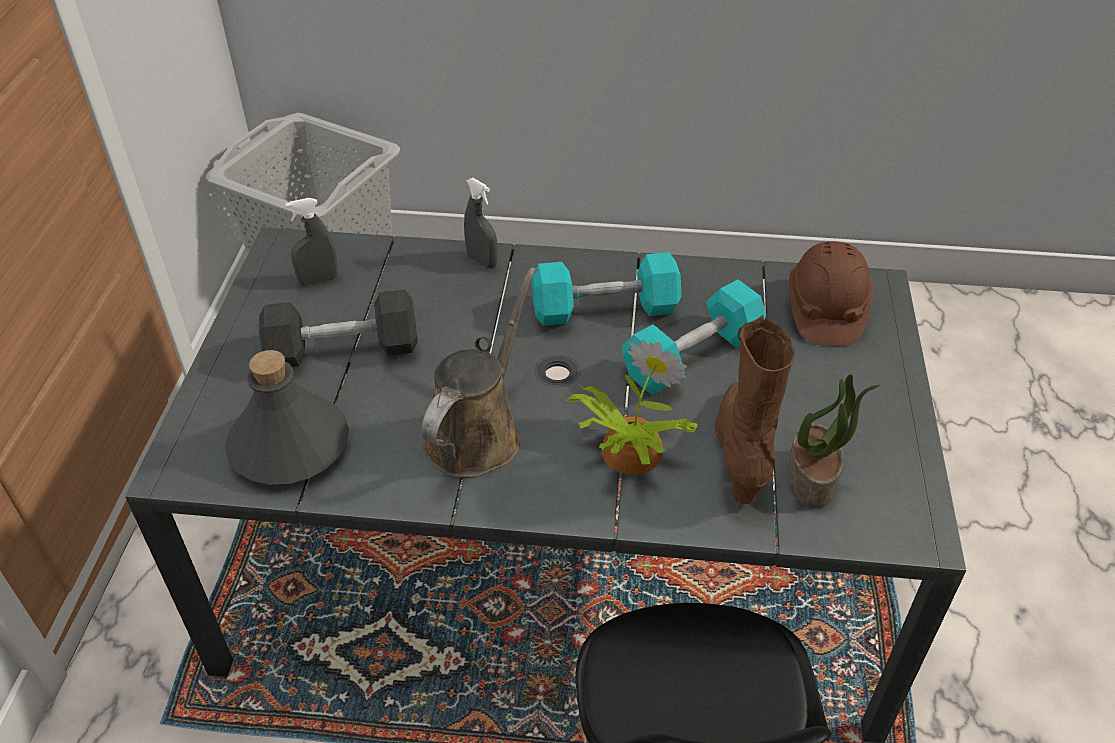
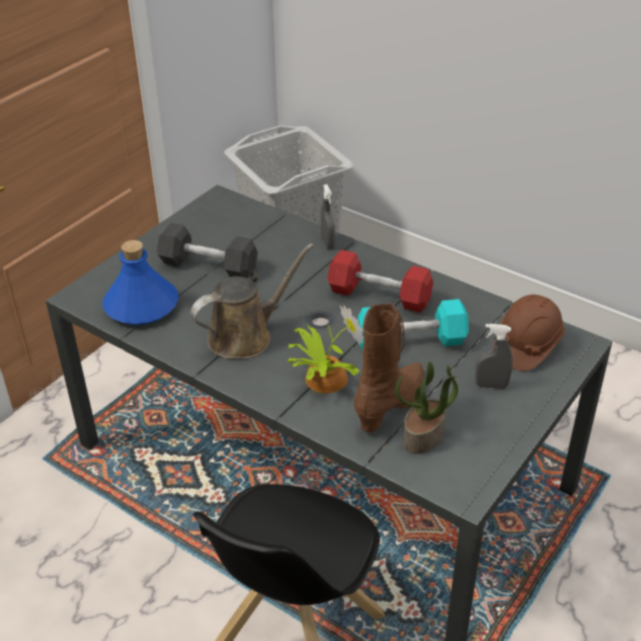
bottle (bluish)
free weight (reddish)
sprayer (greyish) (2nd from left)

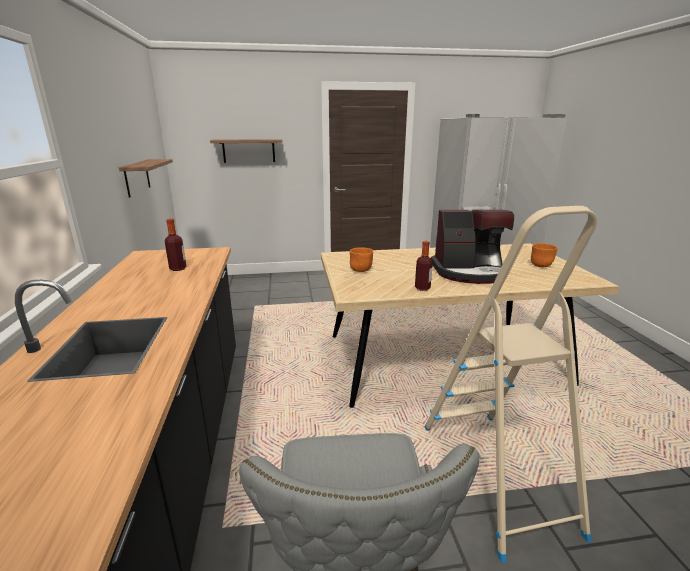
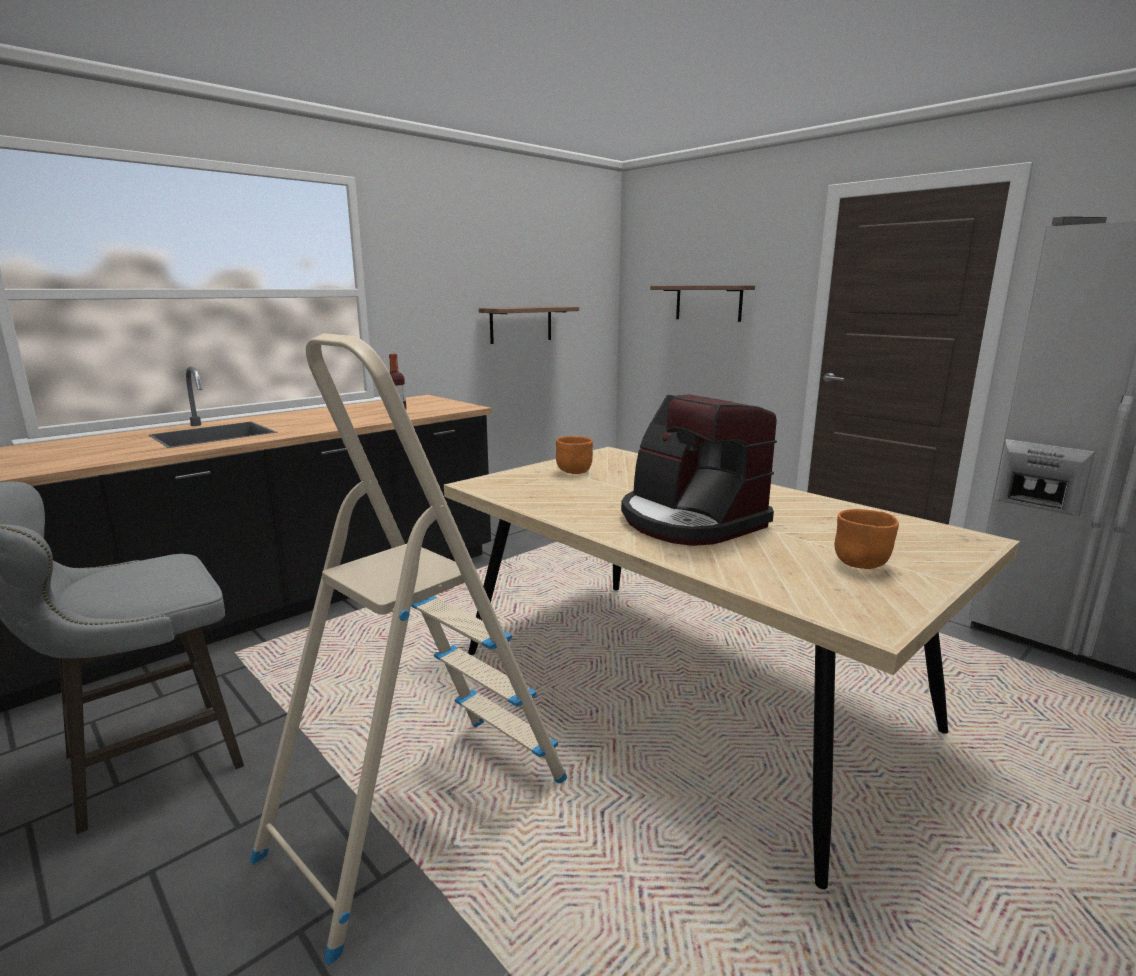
bottle (2nd from left in the first image)

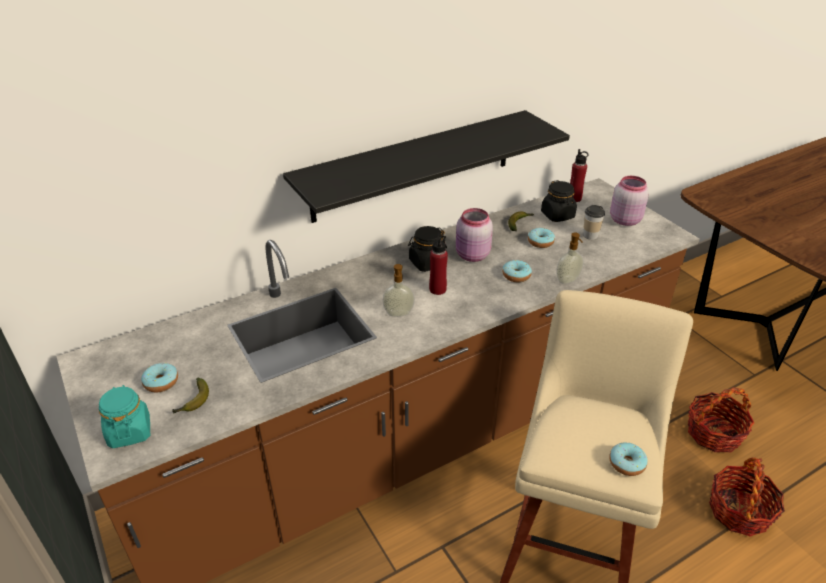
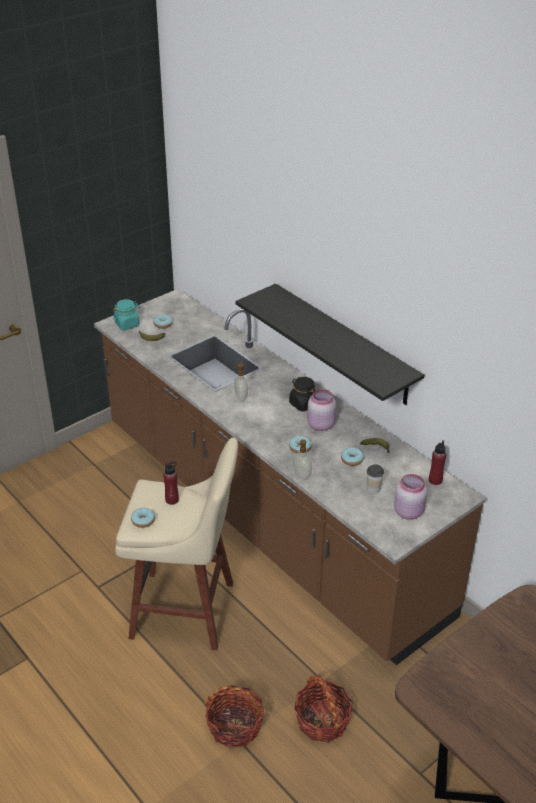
bottle (reddish) (1st from left)
storage jar (black-coloured) (2nd from left in the first image)

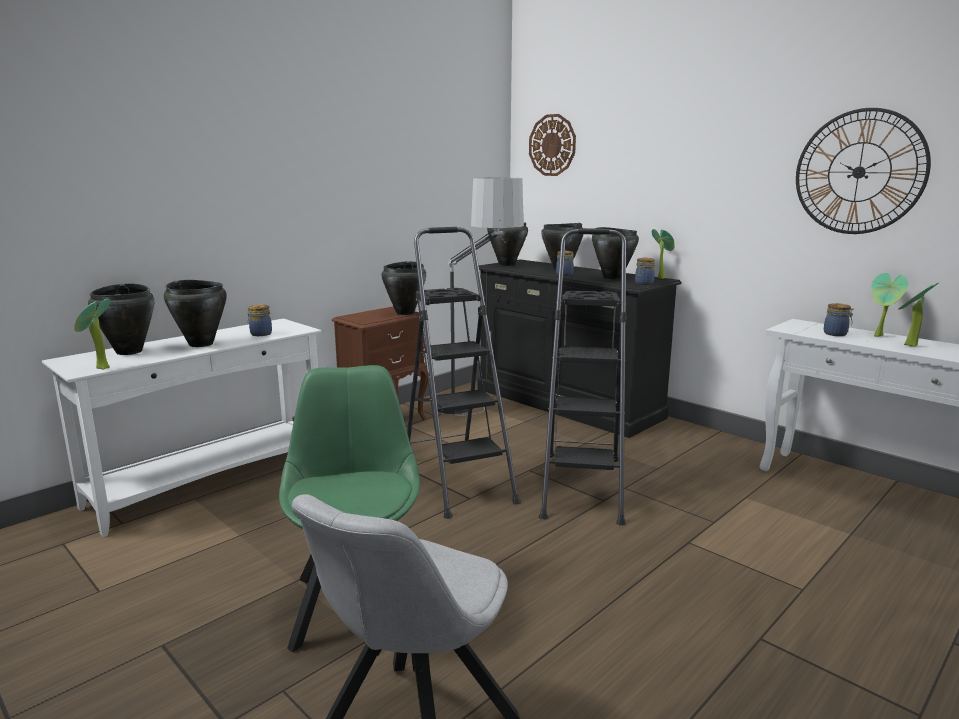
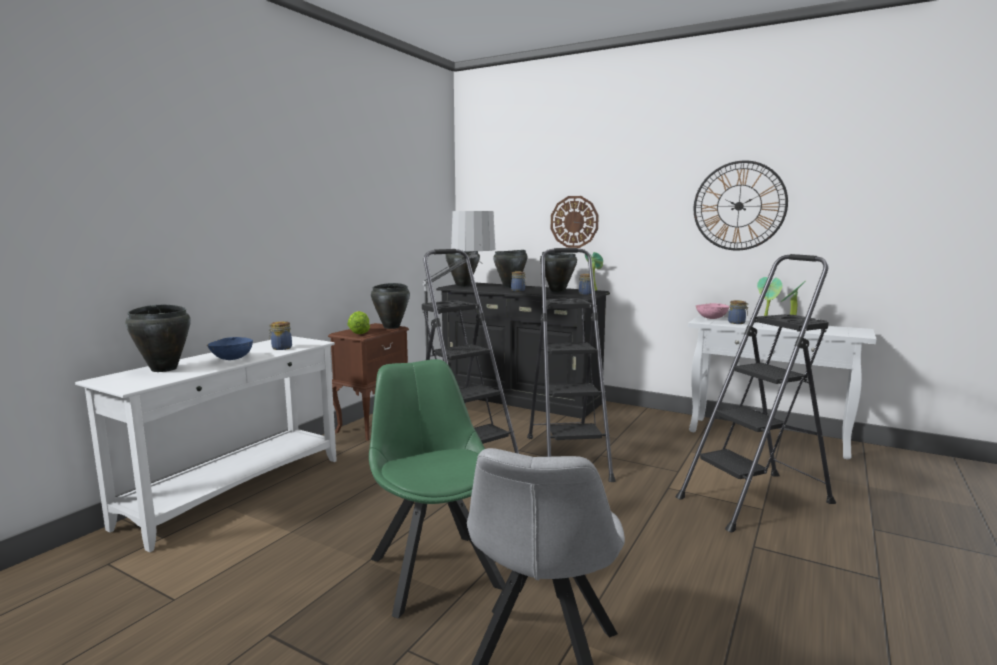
bowl (bluish)
head of lettuce
hanging clock (1st from left)
stepladder (3rd from left)
bowl (pinkish)
potted plant (1st from left in the first image)

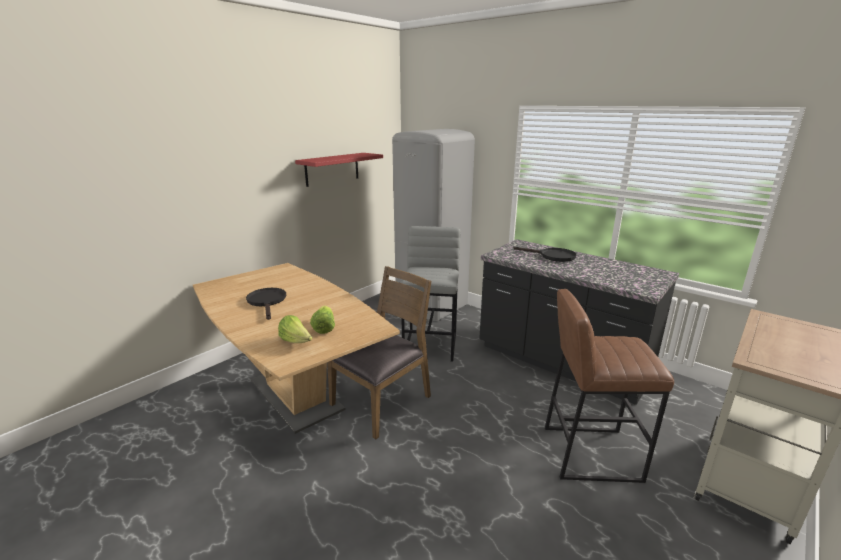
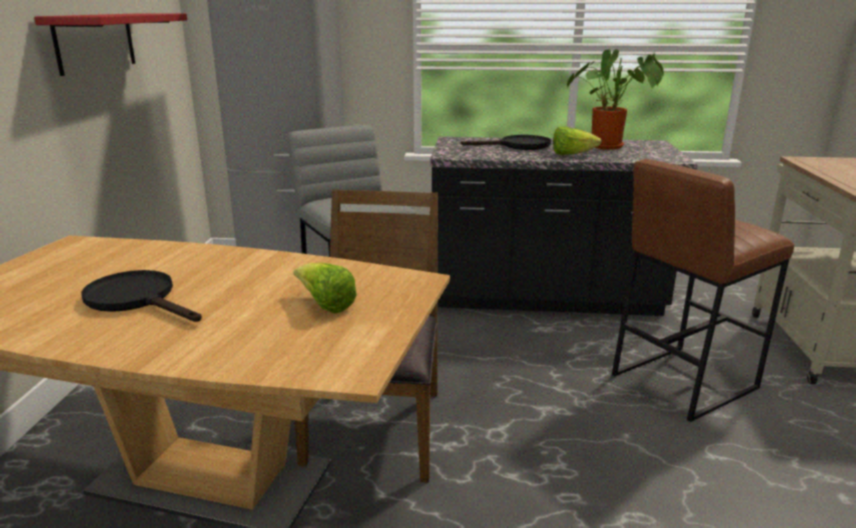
head of lettuce (2nd from left)
potted plant

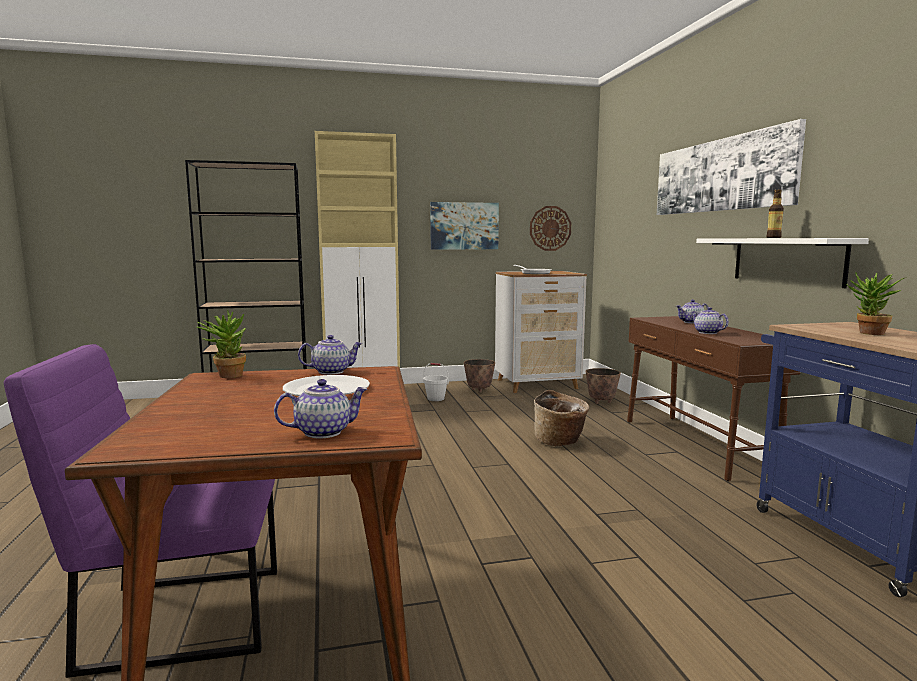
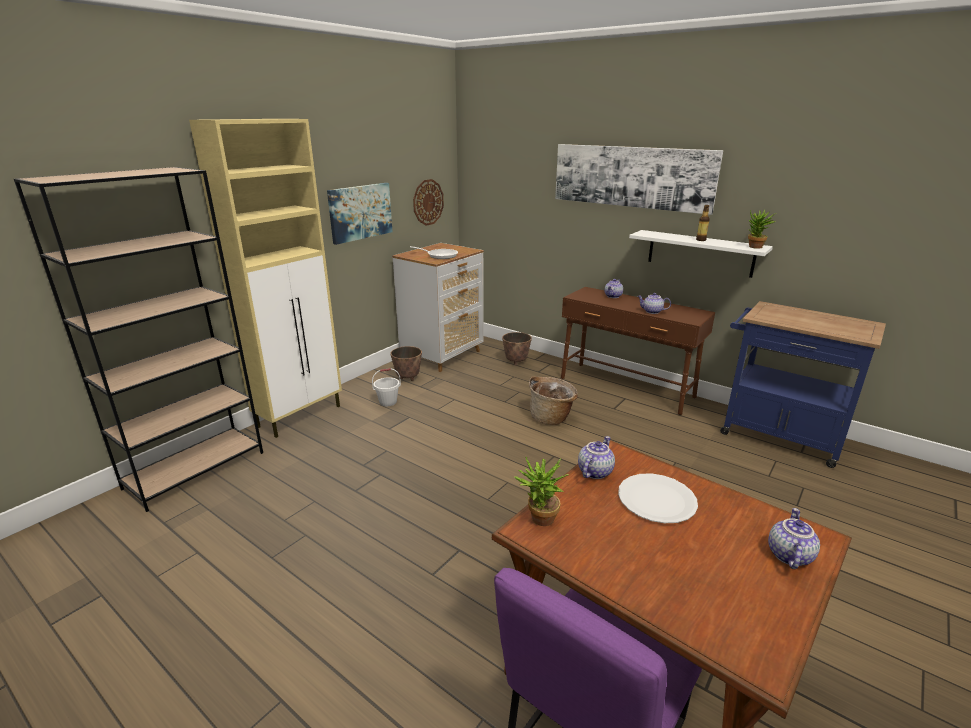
potted plant (2nd from left)

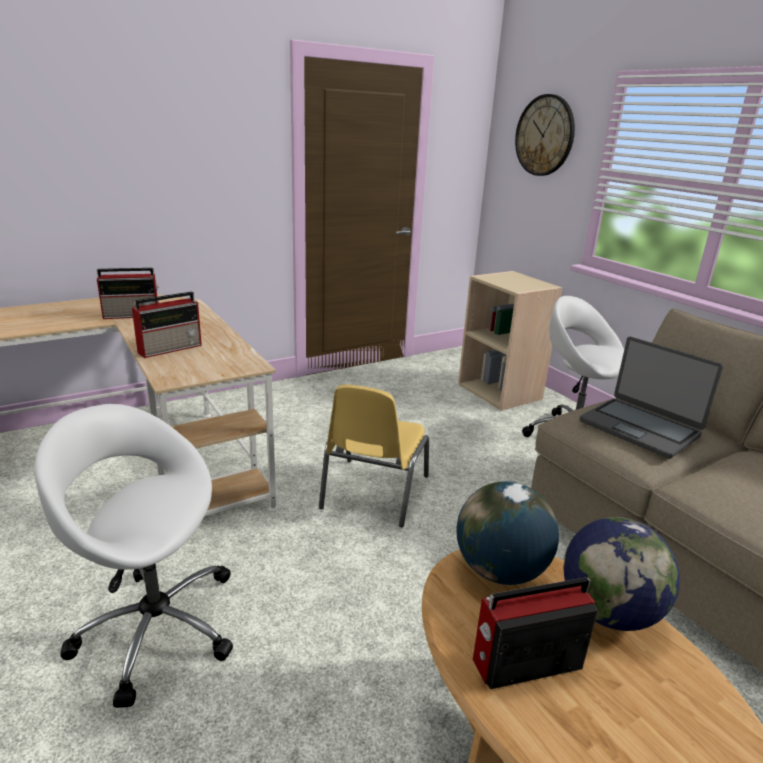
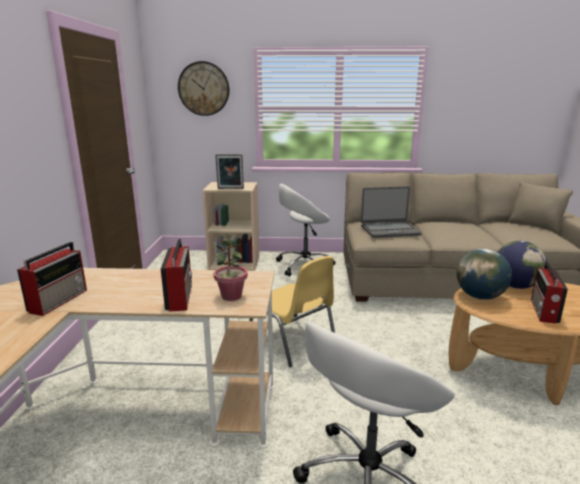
potted plant
standing frame

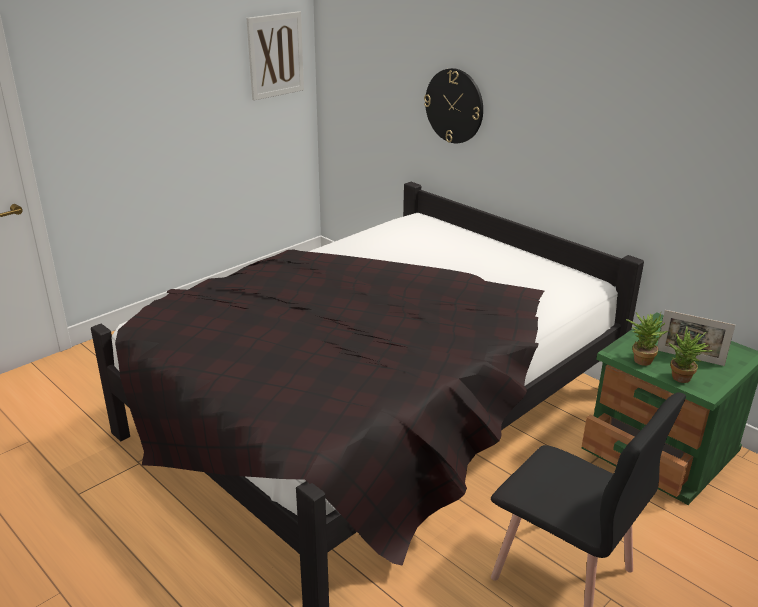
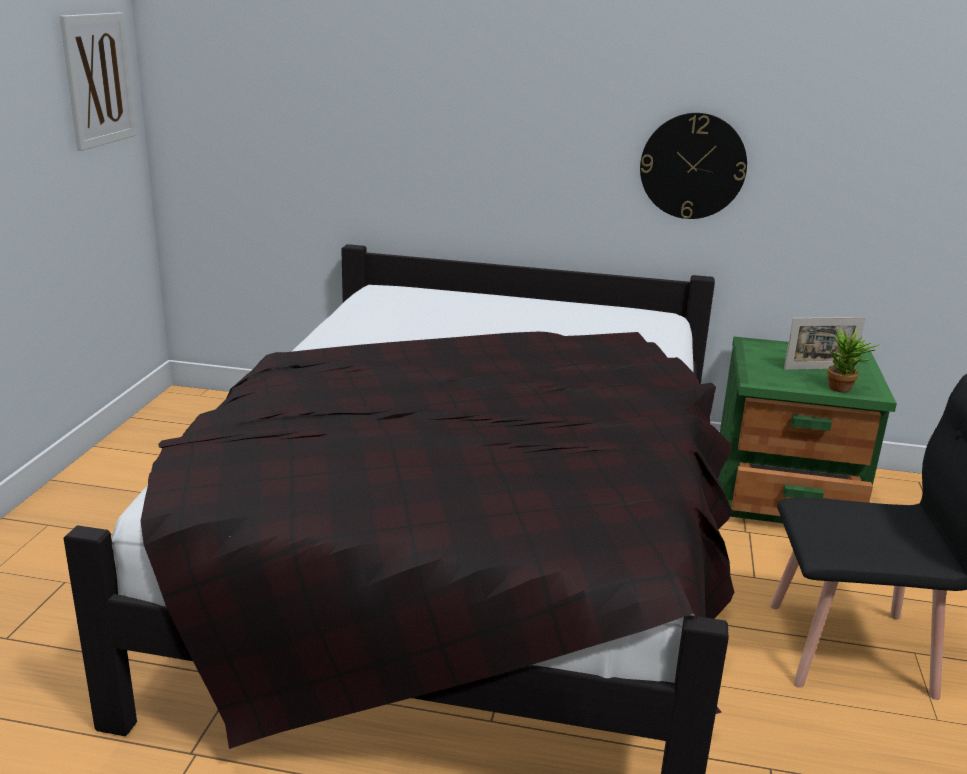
hanging clock
potted plant (1st from left in the first image)

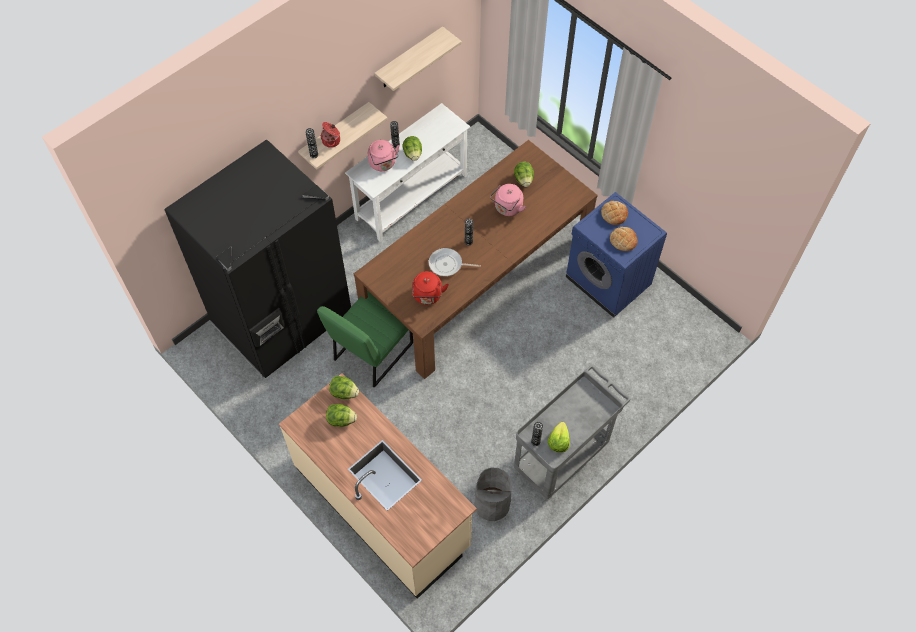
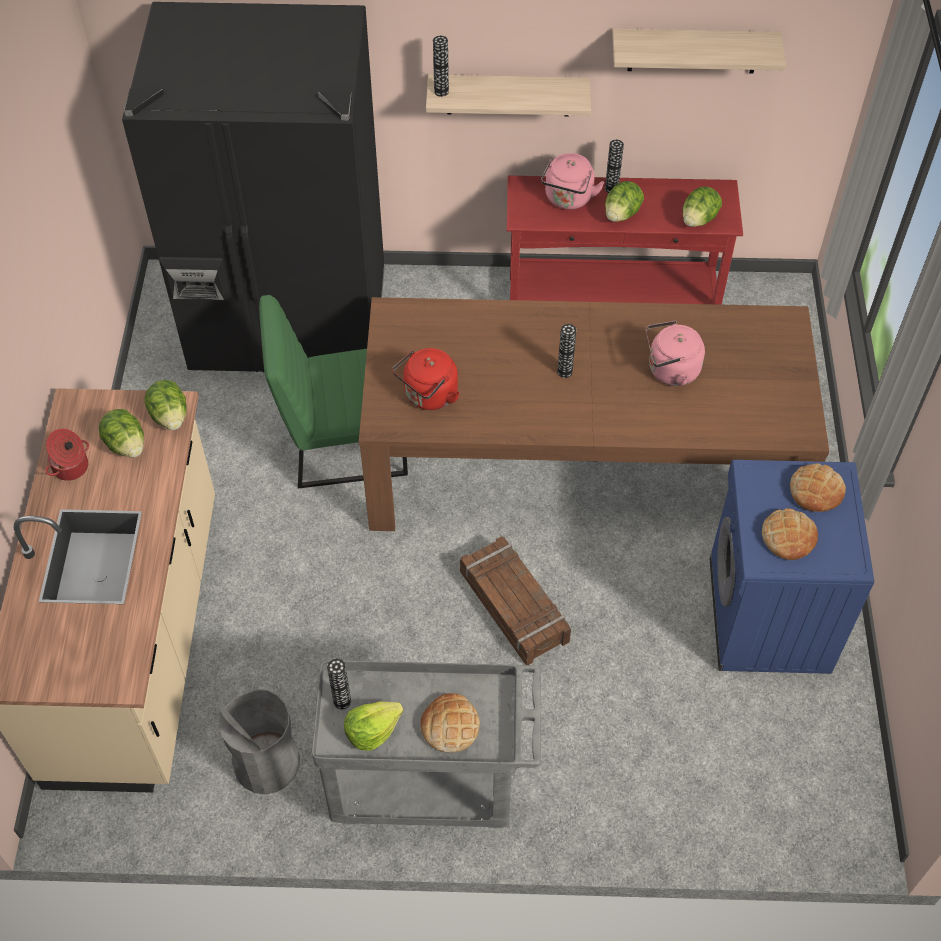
stockpot
bakery bread (1st from left)
crate
narrow table (reddish)
head of lettuce (5th from left)
frying pan

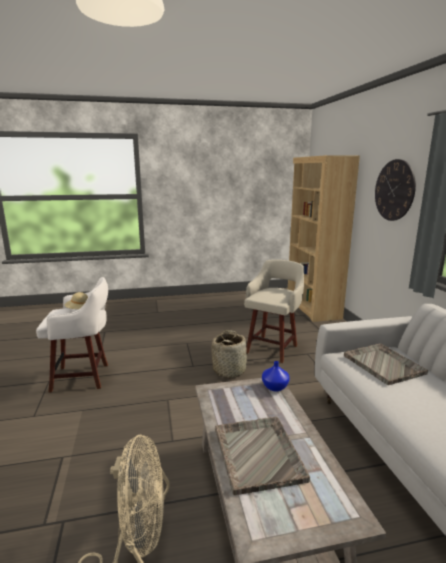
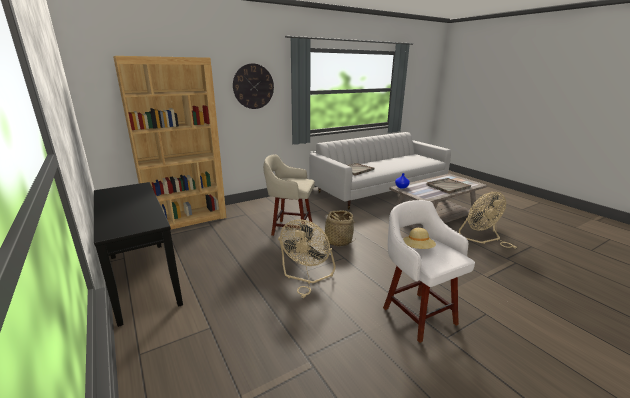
narrow table (black-coloured)
cooling fan (beige) (1st from left)

